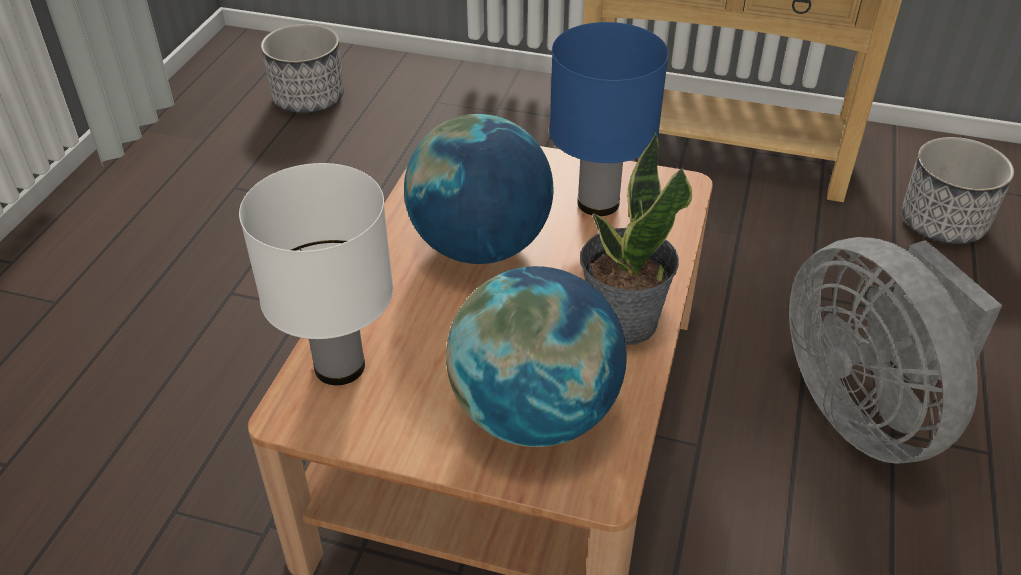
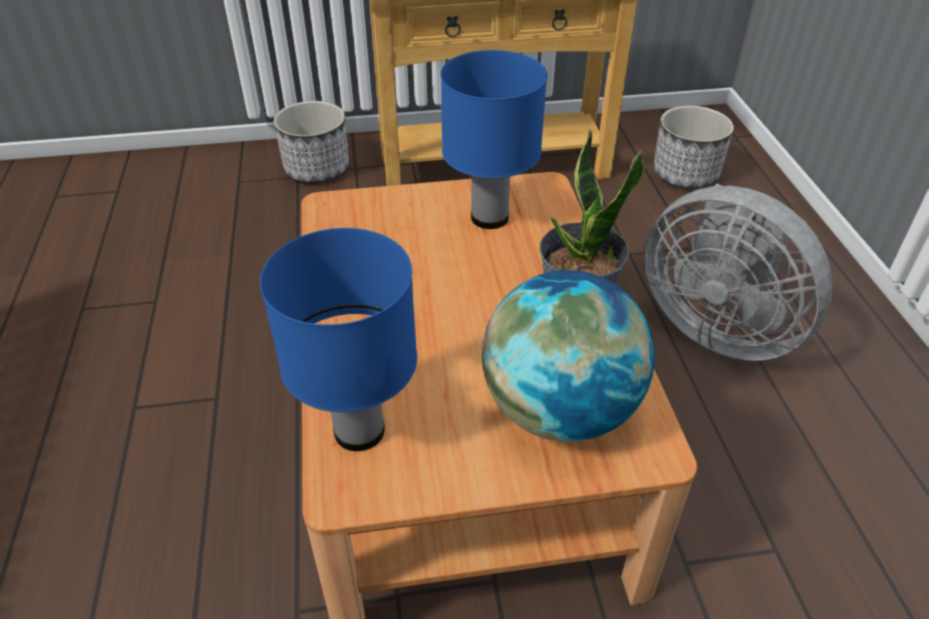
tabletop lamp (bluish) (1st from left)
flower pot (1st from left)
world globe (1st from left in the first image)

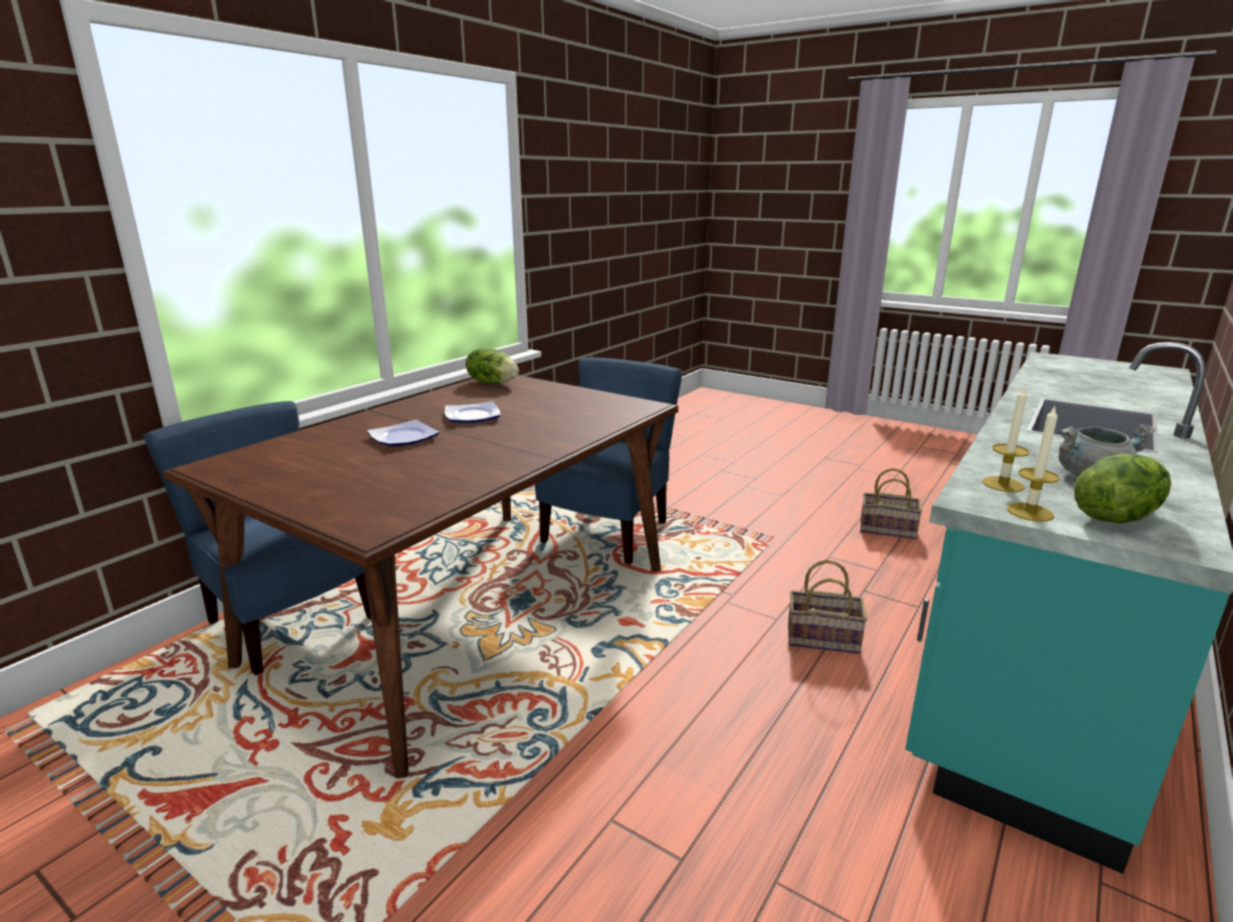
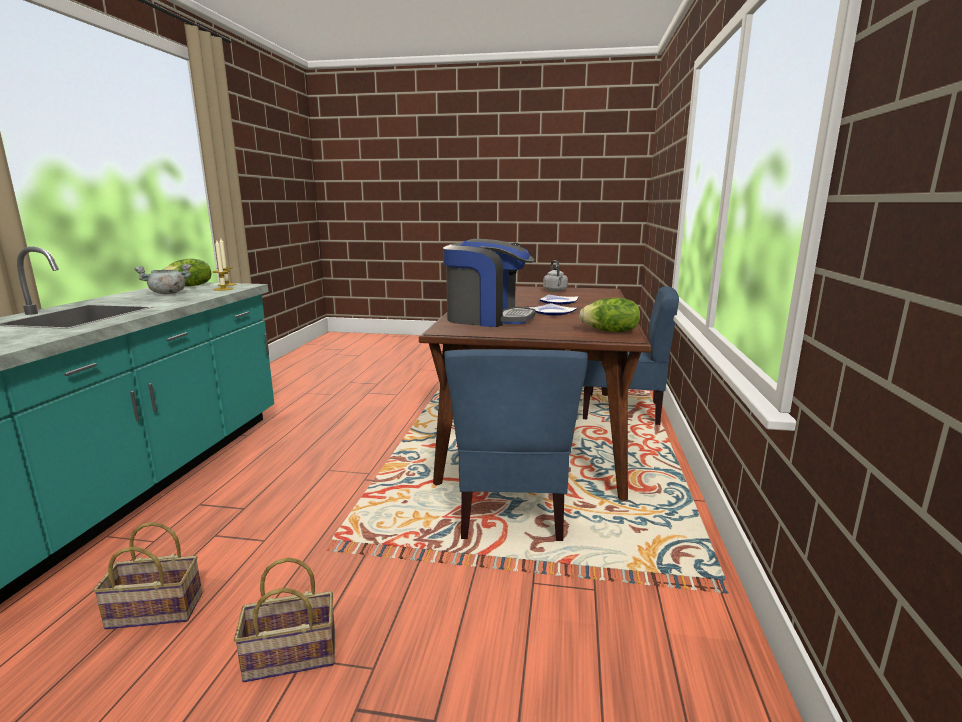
household basket (2nd from left)
coffee machine
tea kettle (greyish)

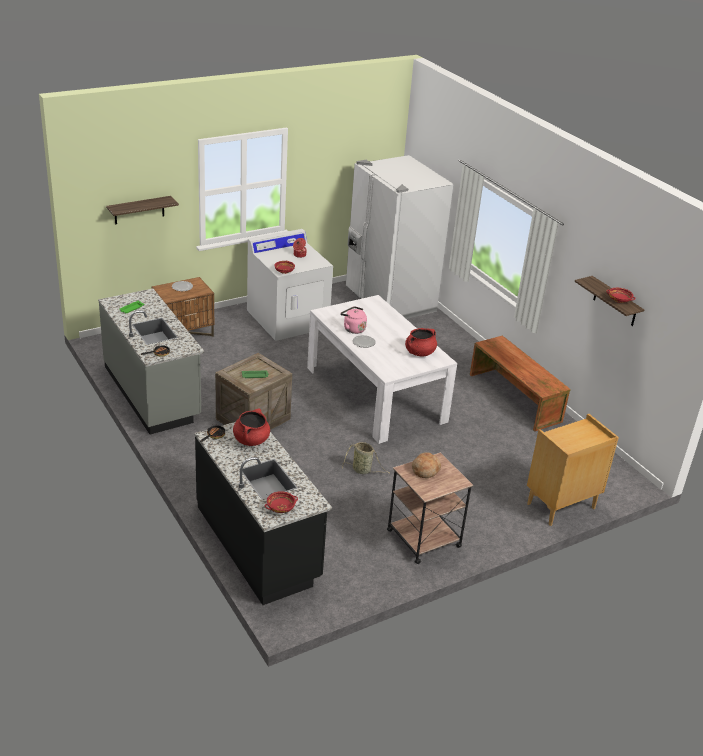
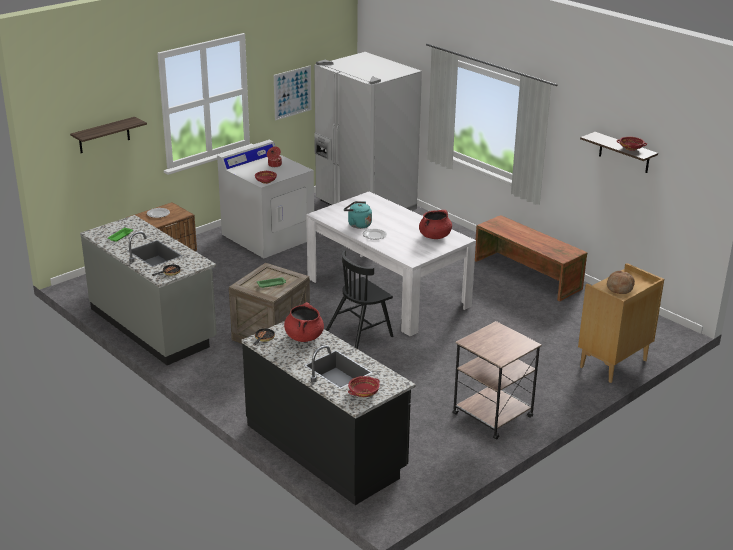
picture
upright chair (black-coloured)
tea kettle (blue-green)
bakery bread
household basket

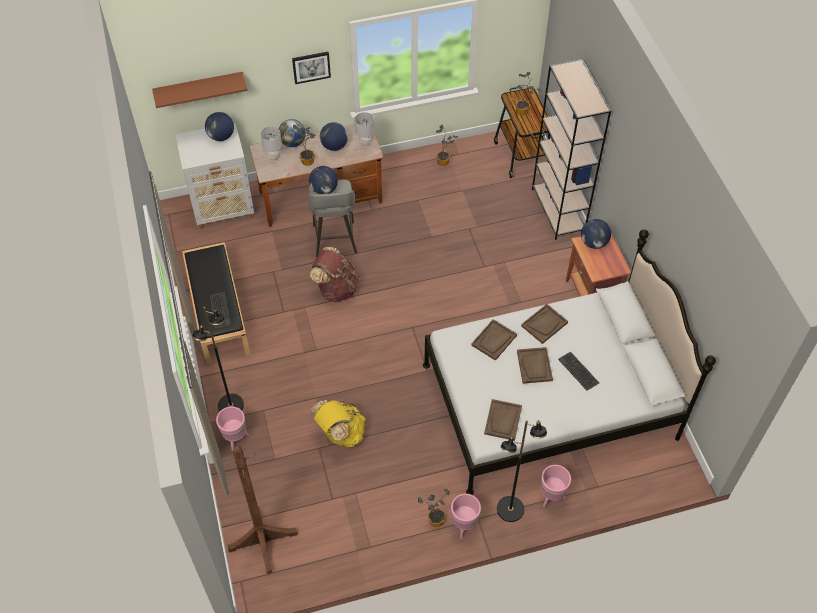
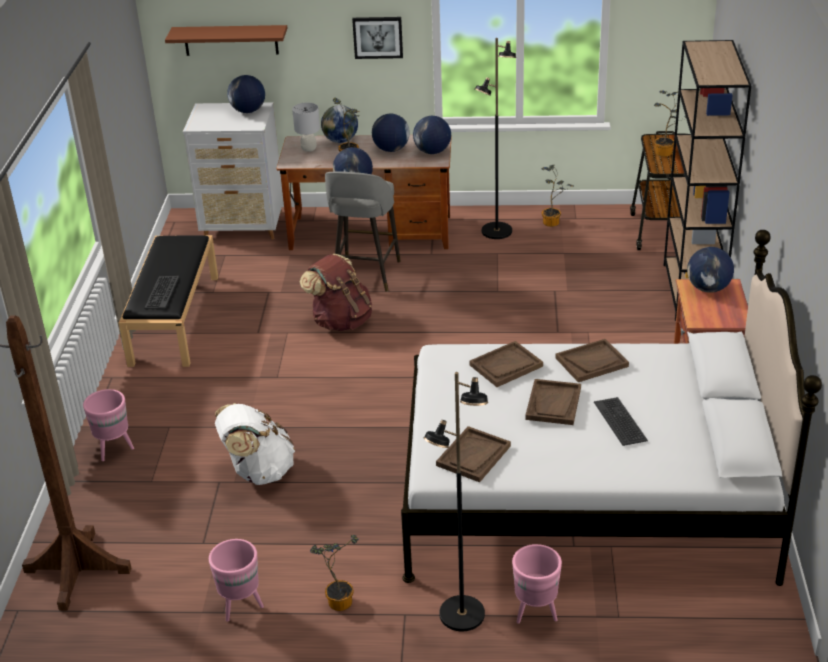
flower pot (pinkish) (2nd from left)
backpack (whitish)
world globe (5th from left)
floor lamp (black-coloured) (2nd from left)

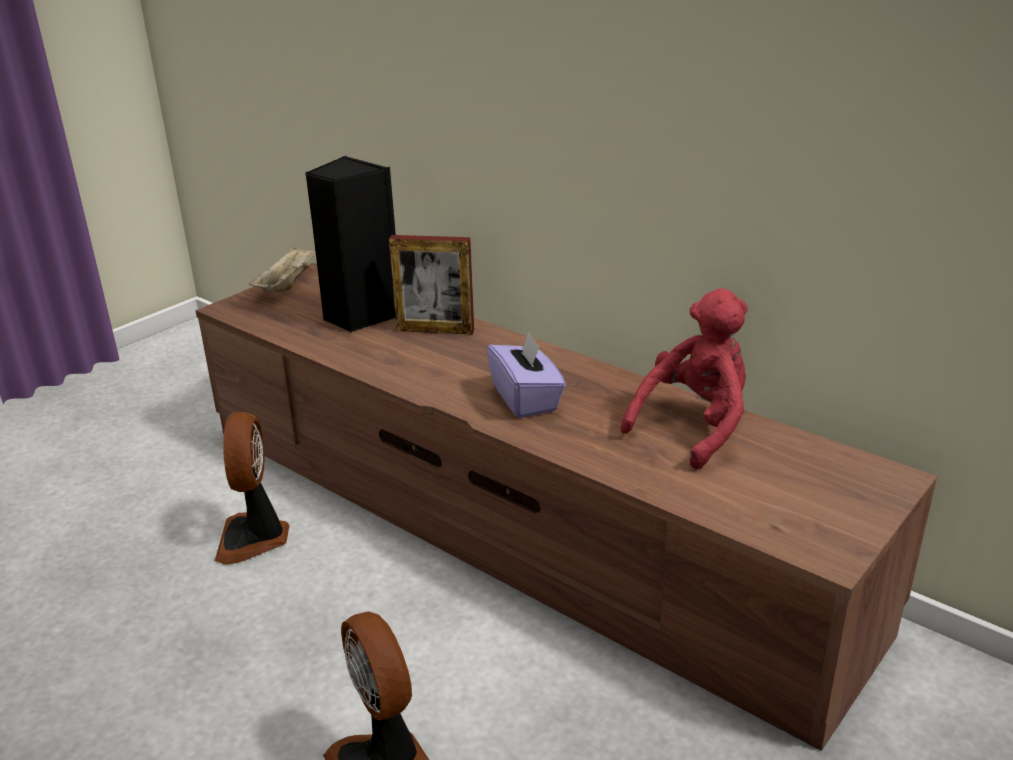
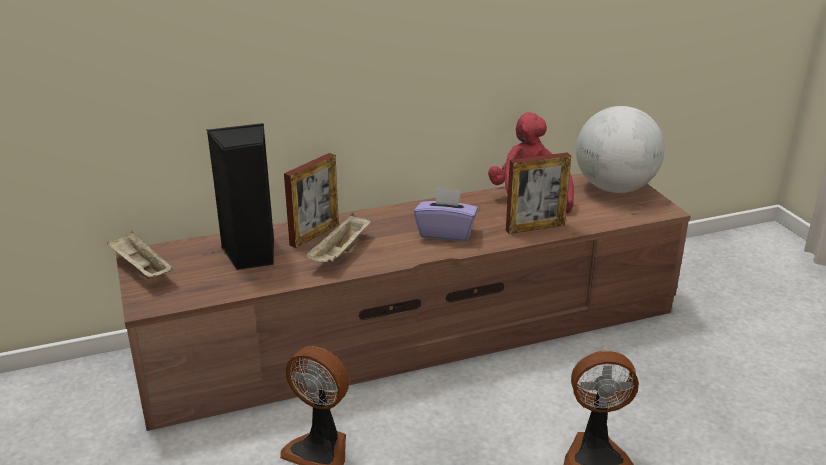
tray (beige) (2nd from left)
standing frame (2nd from left)
world globe

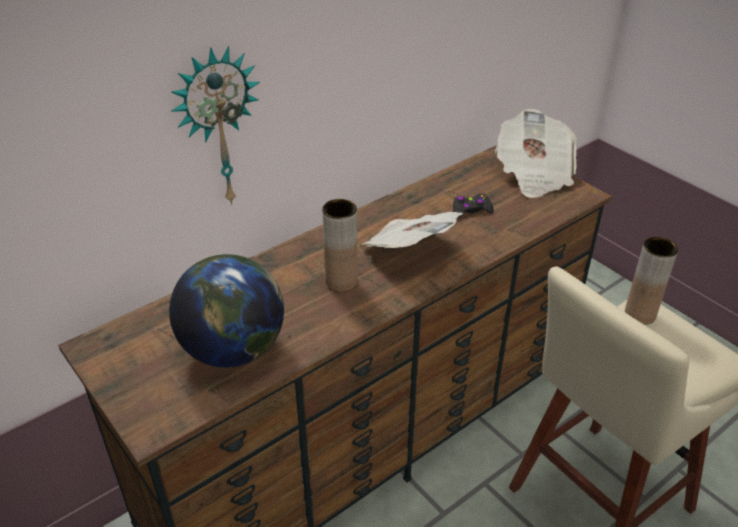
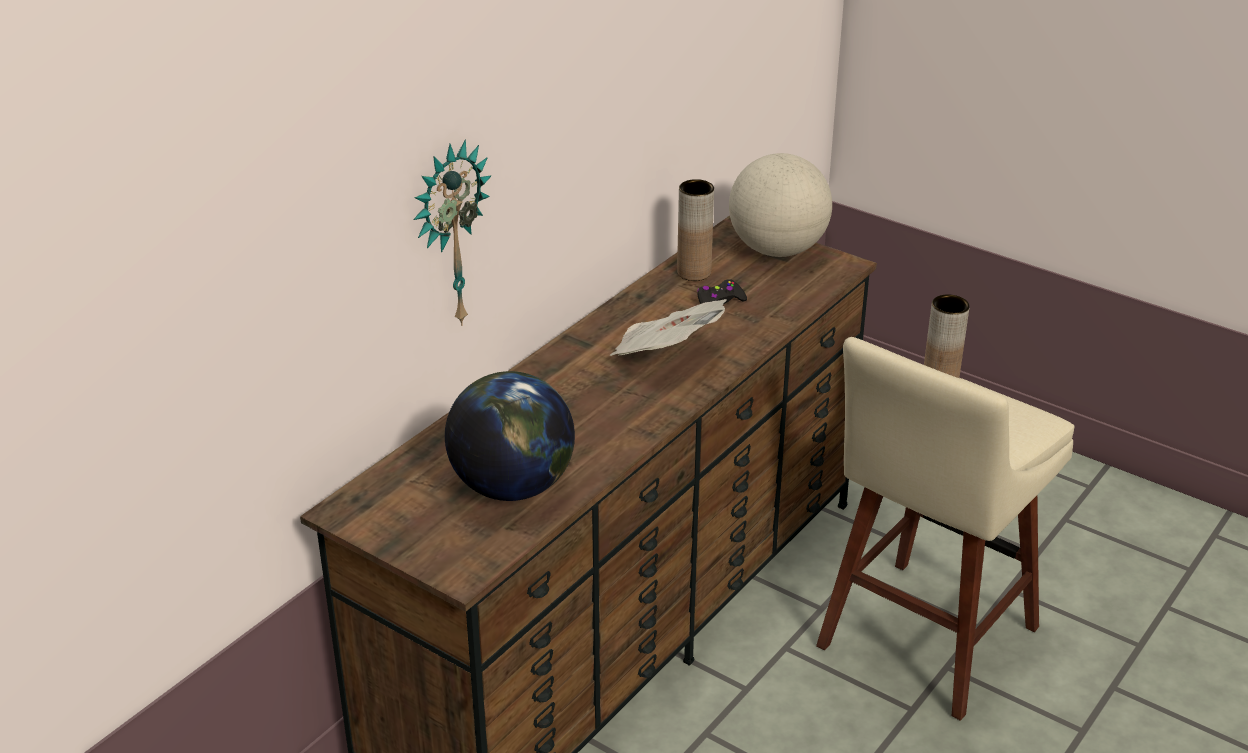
flower vase (brown-coloured) (1st from left)
world globe (2nd from left)

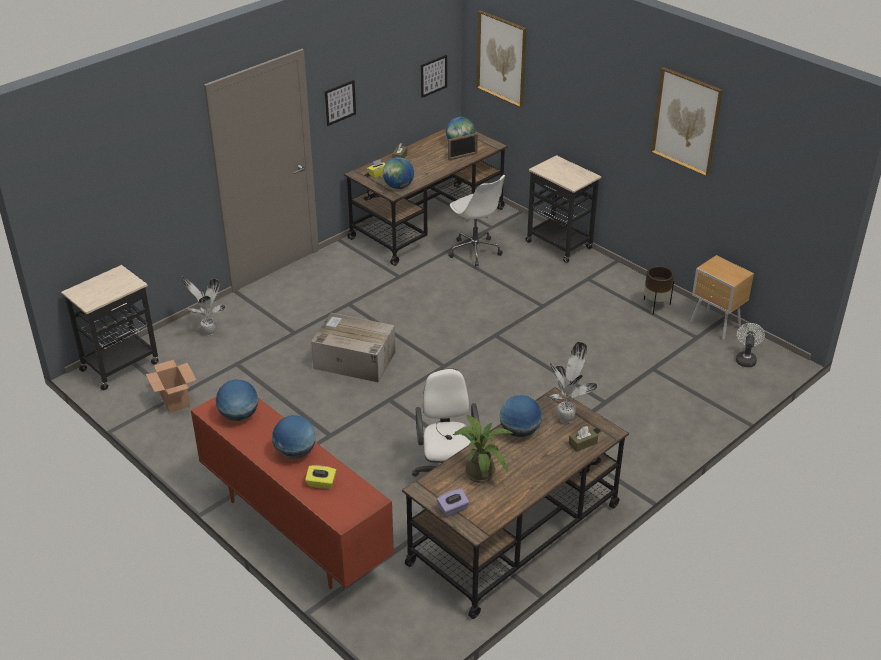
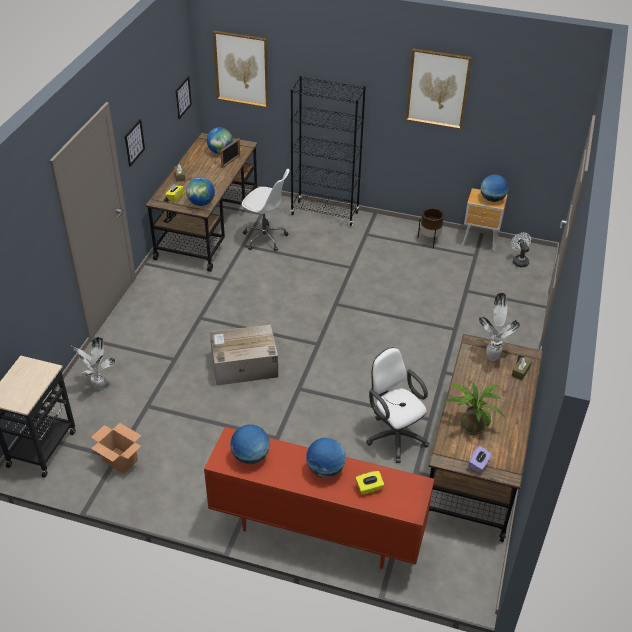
shelving unit (black-coloured)
world globe (5th from left)

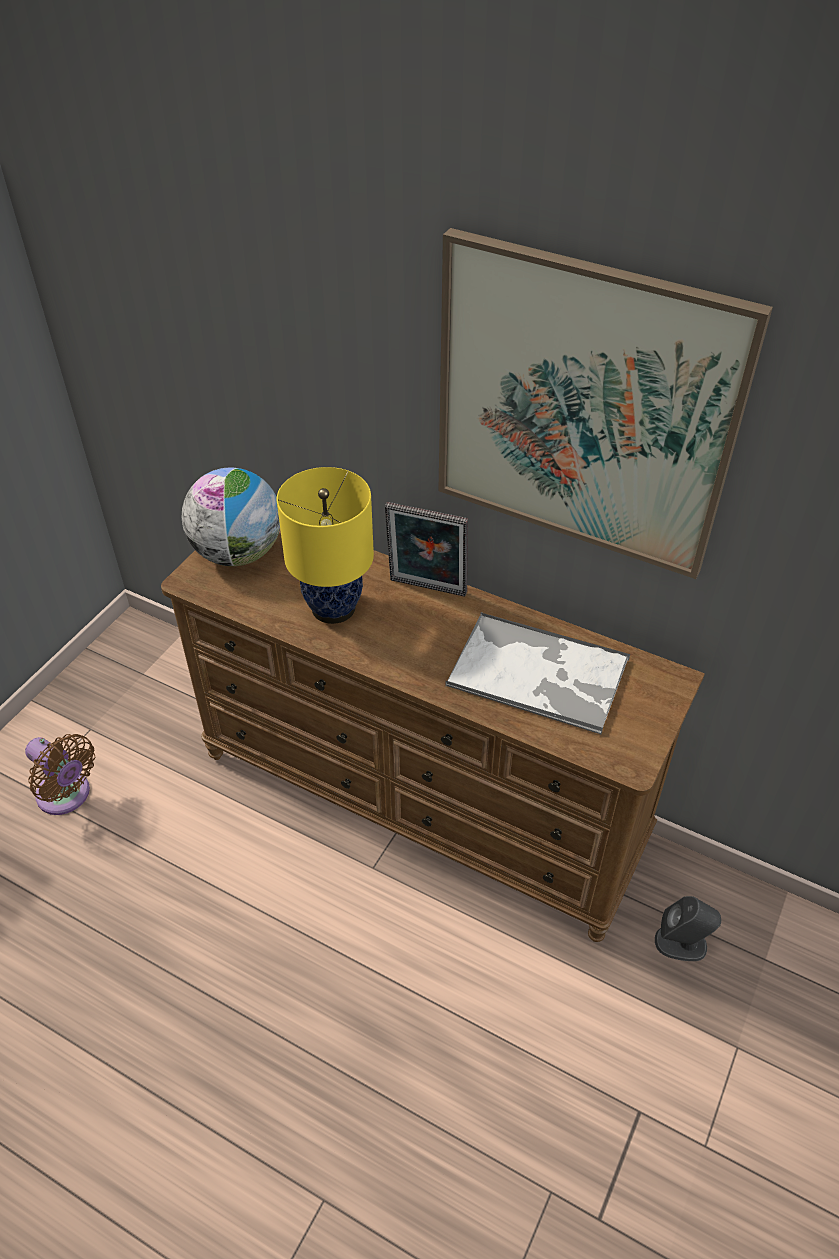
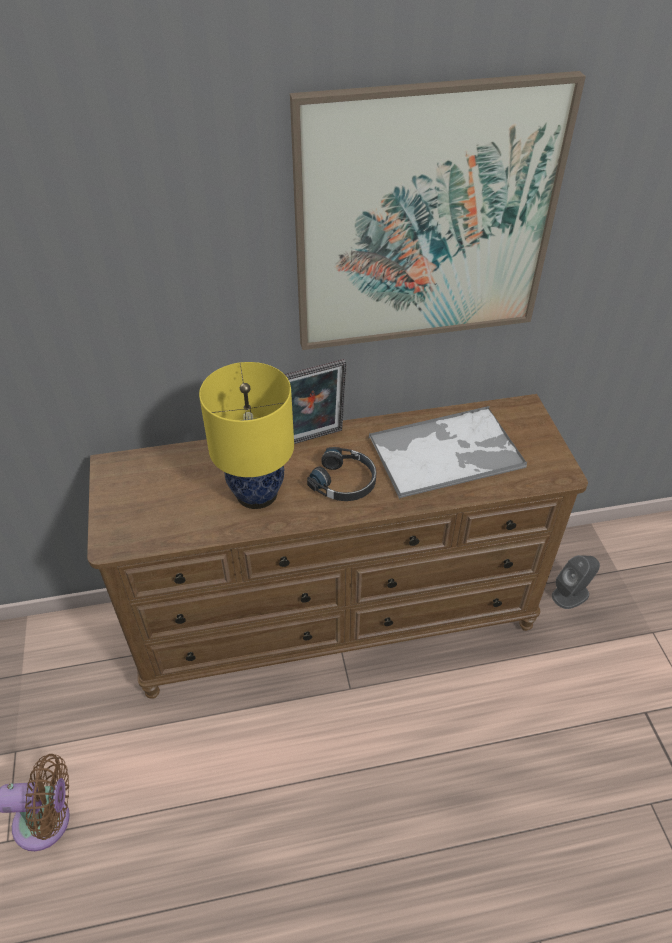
headphones (black-coloured)
world globe

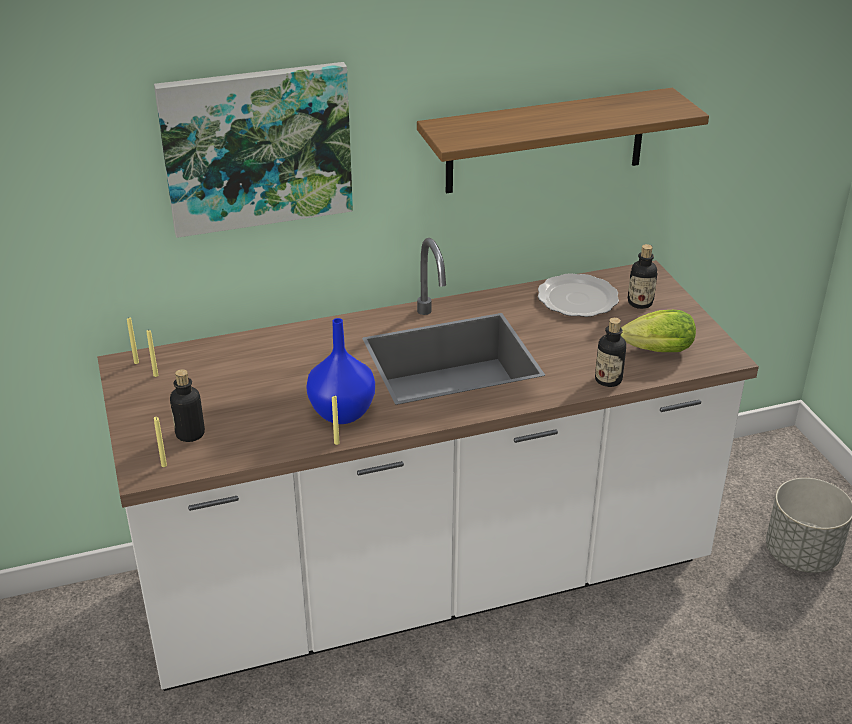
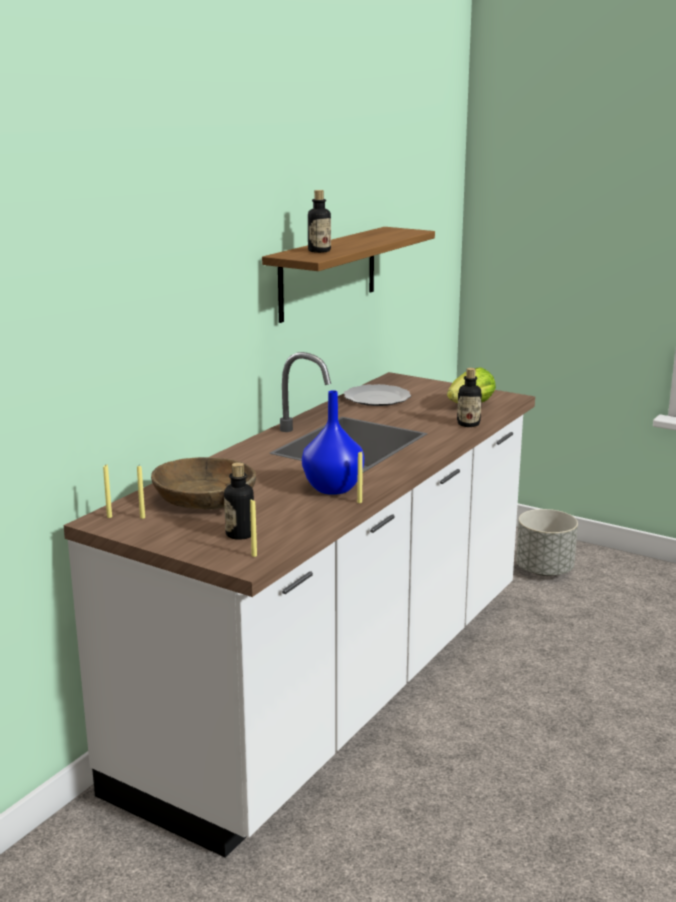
bowl (brown-coloured)
bottle (2nd from left)
picture

